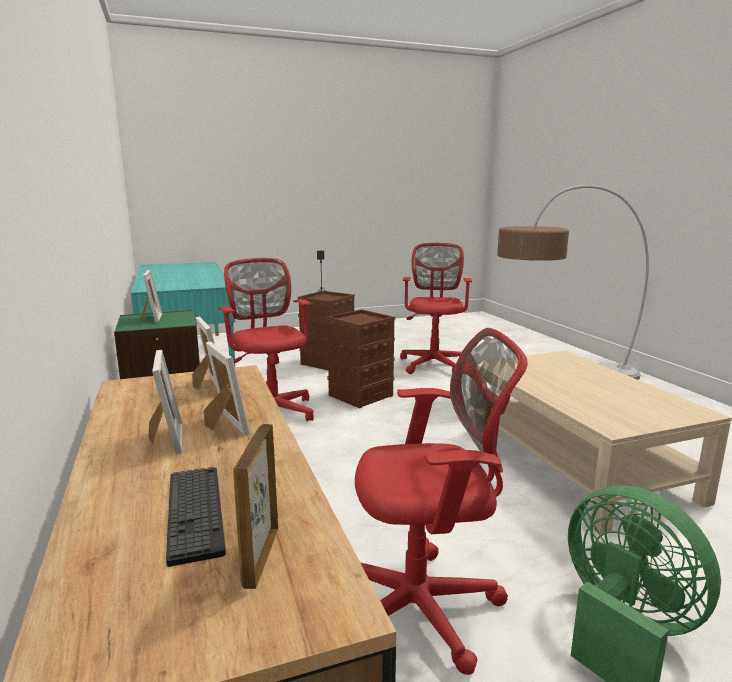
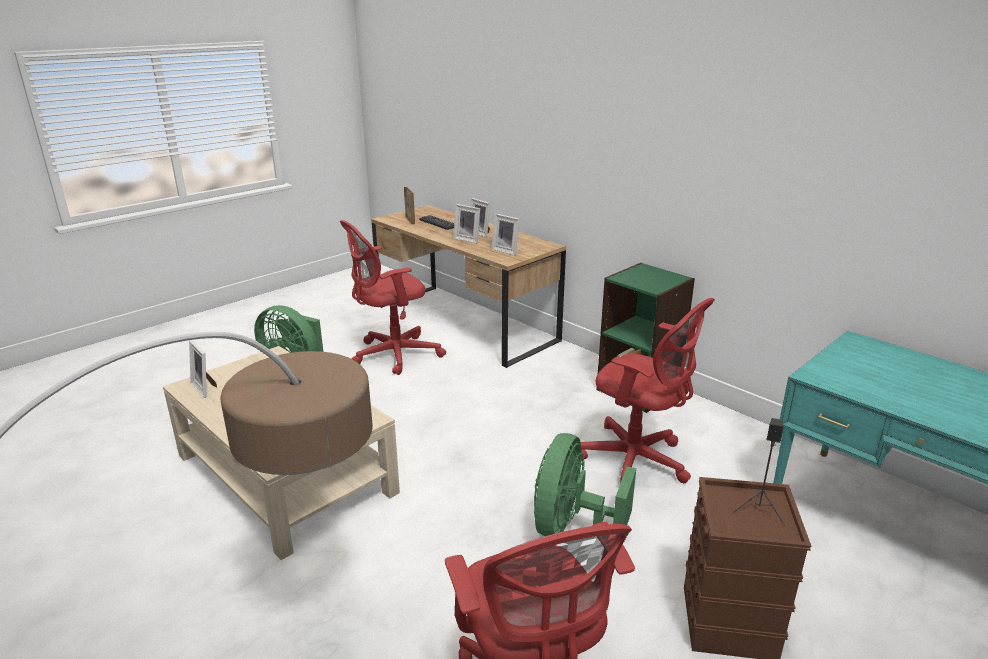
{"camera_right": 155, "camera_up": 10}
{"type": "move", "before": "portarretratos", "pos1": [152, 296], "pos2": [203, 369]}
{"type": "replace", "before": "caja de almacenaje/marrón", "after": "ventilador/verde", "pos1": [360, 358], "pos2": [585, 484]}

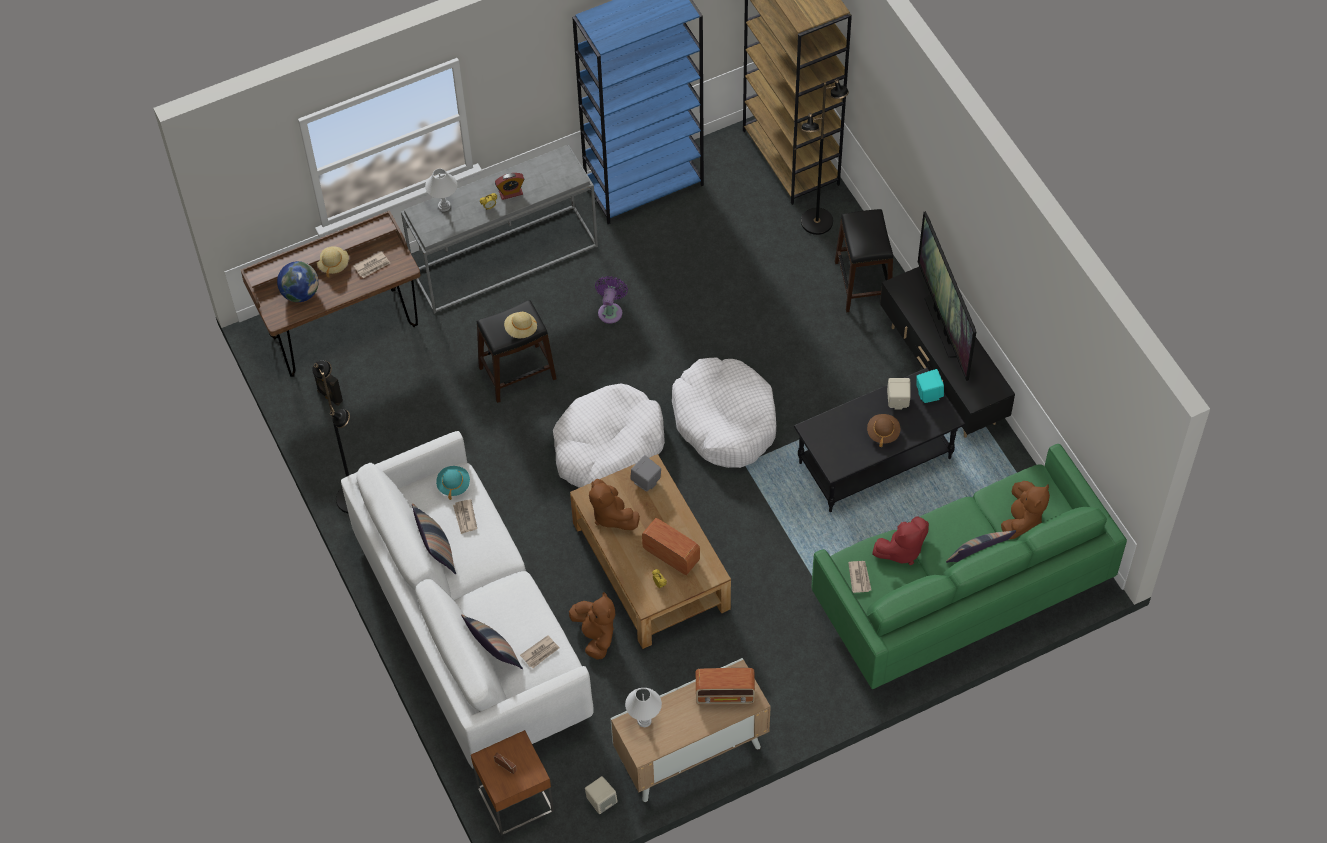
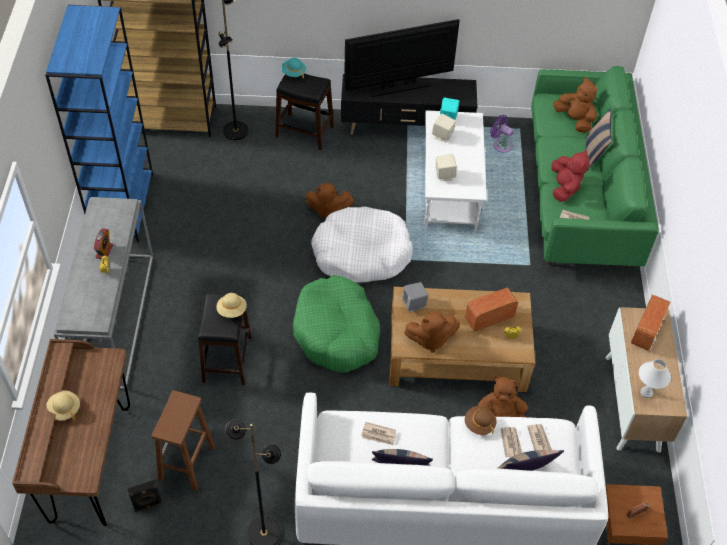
{"camera_right": -65, "camera_up": -5}
{"type": "insert", "after": "taburete/marrón", "pos2": [183, 440]}
{"type": "move", "before": "sombrero/turquesa", "pos1": [453, 483], "pos2": [293, 68]}
{"type": "recolor", "before": "cama para perro/blanco", "after": "cama para perro/verde", "pos1": [609, 436], "pos2": [337, 323]}
{"type": "insert", "after": "peluche/marrón", "pos2": [329, 201]}
{"type": "rotate", "before": "televisor", "pos1": [947, 296], "pos2": [402, 58], "turn": 150}
{"type": "recolor", "before": "mesa de centro/negro", "after": "mesa de centro/blanco", "pos1": [879, 439], "pos2": [455, 171]}
{"type": "move", "before": "altavoz/beis", "pos1": [601, 795], "pos2": [446, 167]}
{"type": "move", "before": "sombrero/marrón", "pos1": [883, 430], "pos2": [481, 420]}
{"type": "move", "before": "ventilador/morado", "pos1": [611, 300], "pos2": [502, 134]}
{"type": "move", "before": "periódico", "pos1": [371, 264], "pos2": [511, 442]}
{"type": "delete", "before": "globo terráqueo", "pos1": [298, 281]}
{"type": "delete", "before": "lámpara de mesa/blanco", "pos1": [441, 189]}

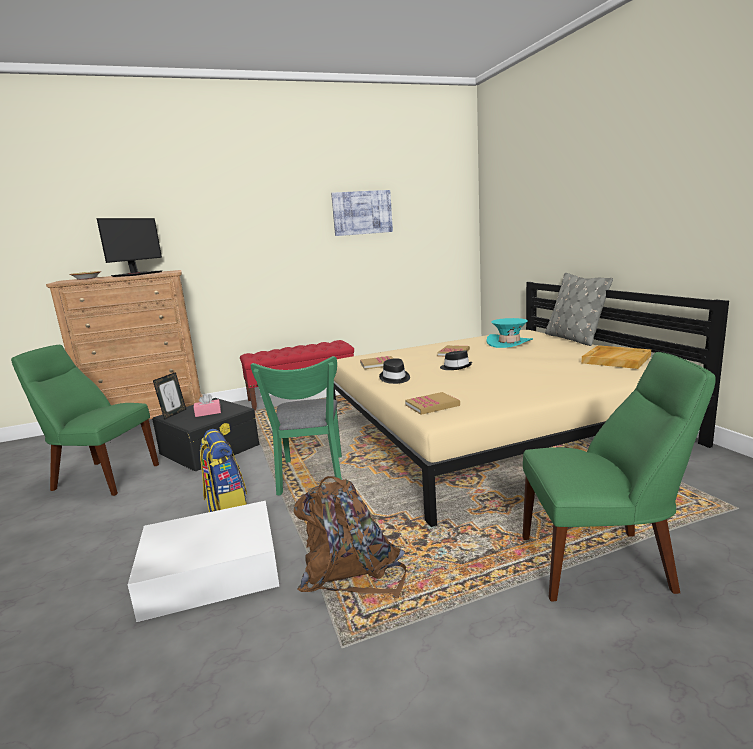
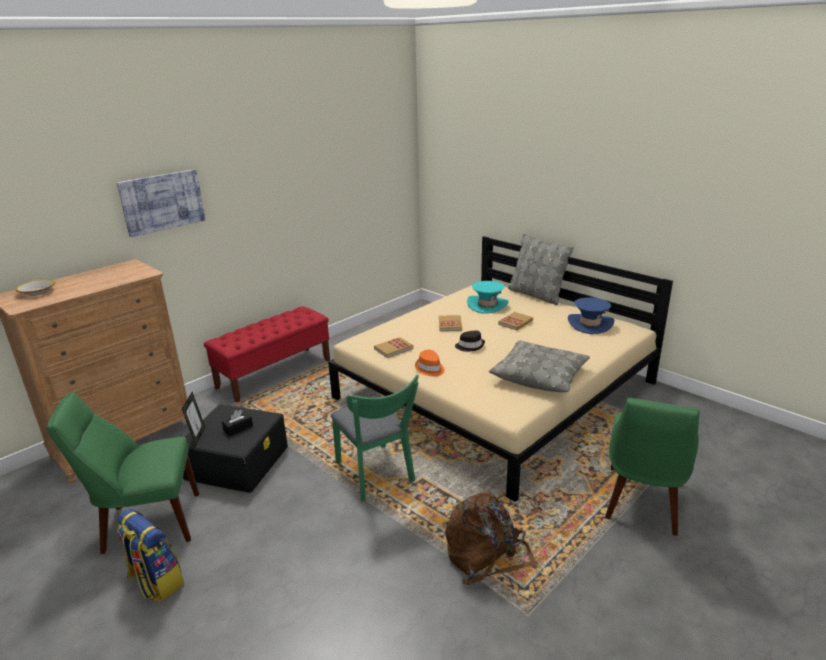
{"camera_right": -25, "camera_up": 10}
{"type": "move", "before": "cuadro", "pos1": [362, 213], "pos2": [161, 203]}
{"type": "move", "before": "mochila", "pos1": [223, 470], "pos2": [150, 555]}
{"type": "recolor", "before": "caja de pañuelos/rosa", "after": "caja de pañuelos/negro", "pos1": [207, 405], "pos2": [237, 423]}
{"type": "recolor", "before": "sombrero/negro", "after": "sombrero/naranja", "pos1": [394, 371], "pos2": [430, 363]}
{"type": "insert", "after": "cojín/gris", "pos2": [539, 366]}
{"type": "move", "before": "libro", "pos1": [432, 403], "pos2": [515, 321]}
{"type": "replace", "before": "bandeja/beis", "after": "sombrero/azul", "pos1": [616, 357], "pos2": [591, 315]}
{"type": "rotate", "before": "silla/verde", "pos1": [619, 476], "pos2": [652, 467], "turn": 135}
{"type": "delete", "before": "monitor", "pos1": [129, 247]}
{"type": "delete", "before": "caja de almacenaje/blanco", "pos1": [203, 561]}

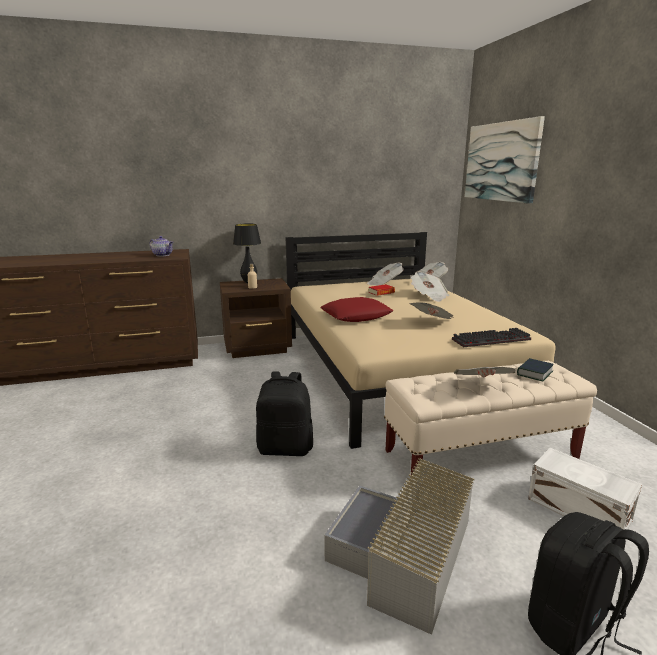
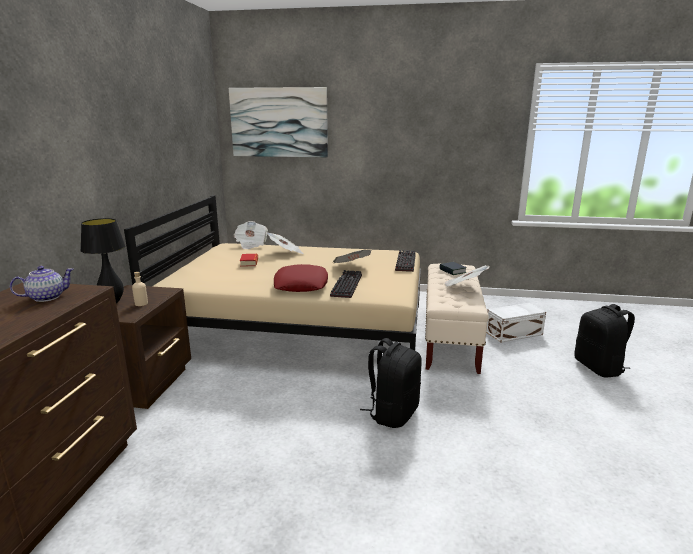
{"camera_right": -65, "camera_up": 0}
{"type": "insert", "after": "teclado", "pos2": [346, 284]}
{"type": "delete", "before": "caja de almacenaje/gris", "pos1": [400, 546]}
{"type": "delete", "before": "periódico", "pos1": [385, 274]}

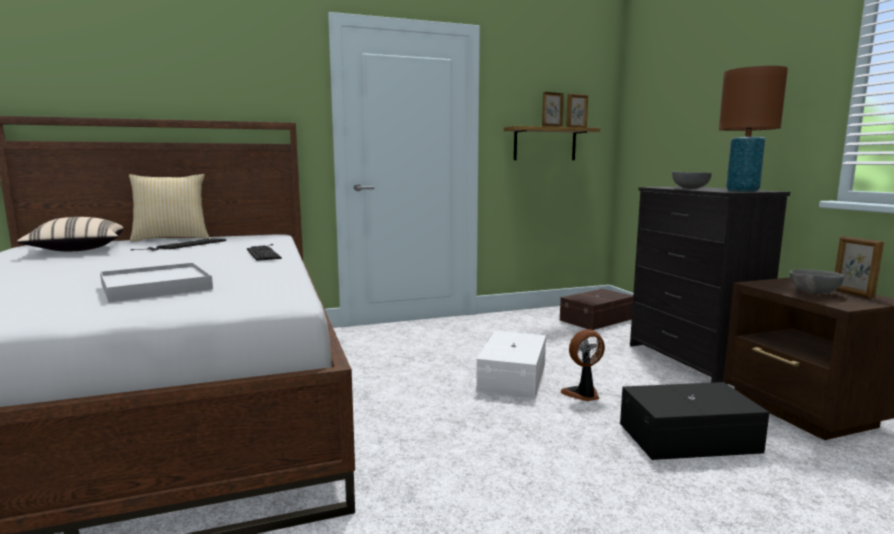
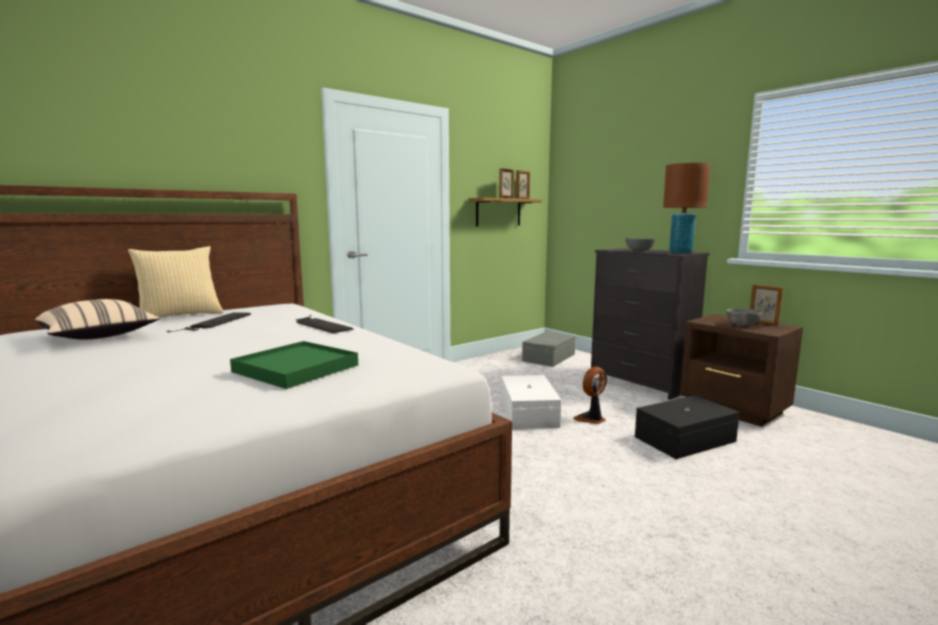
{"camera_right": -20, "camera_up": 0}
{"type": "recolor", "before": "bandeja/blanco", "after": "bandeja/verde", "pos1": [156, 282], "pos2": [294, 365]}
{"type": "recolor", "before": "caja de almacenaje/marrón", "after": "caja de almacenaje/gris", "pos1": [596, 309], "pos2": [549, 349]}

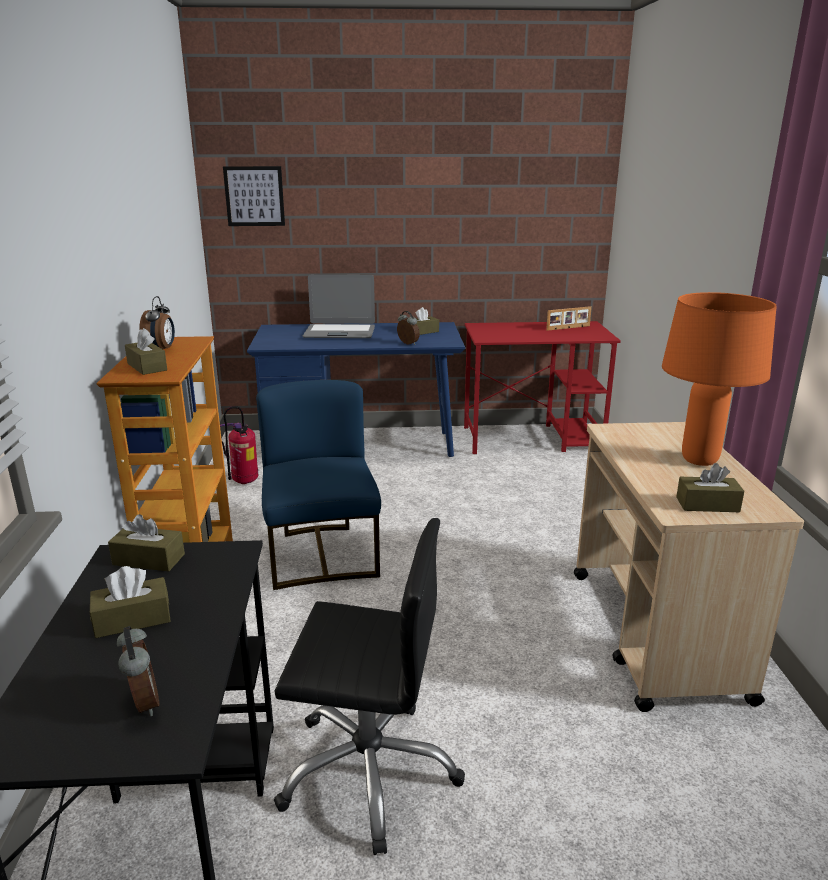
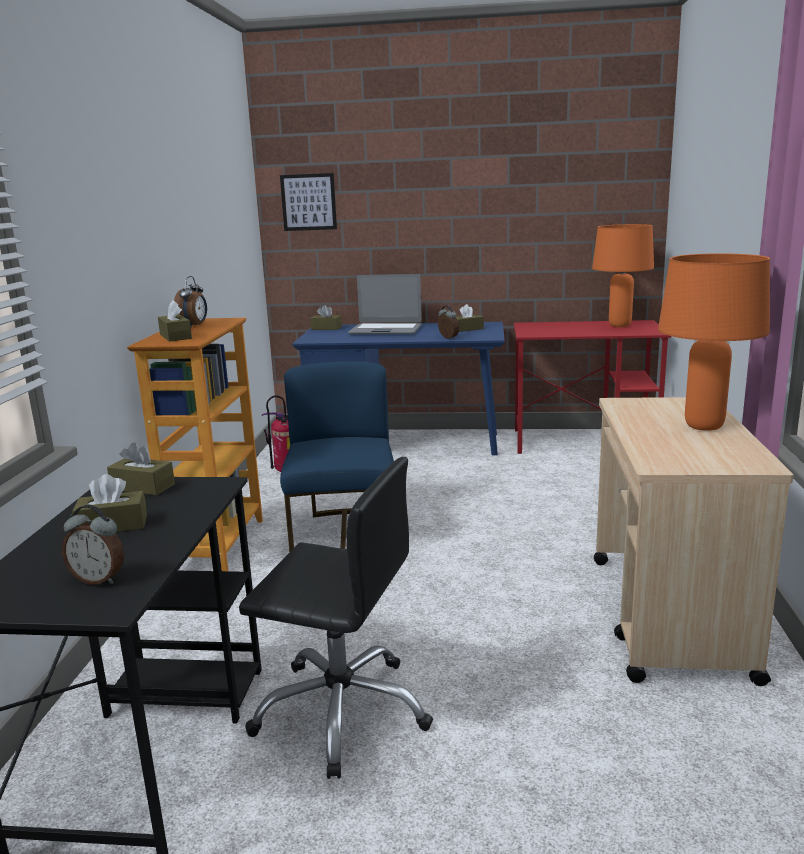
{"camera_right": 10, "camera_up": -5}
{"type": "rotate", "before": "despertador", "pos1": [138, 671], "pos2": [93, 545], "turn": 120}
{"type": "move", "before": "caja de pañuelos/marrón", "pos1": [710, 487], "pos2": [326, 317]}
{"type": "replace", "before": "portarretratos", "after": "lámpara de mesa/naranja", "pos1": [569, 318], "pos2": [623, 275]}

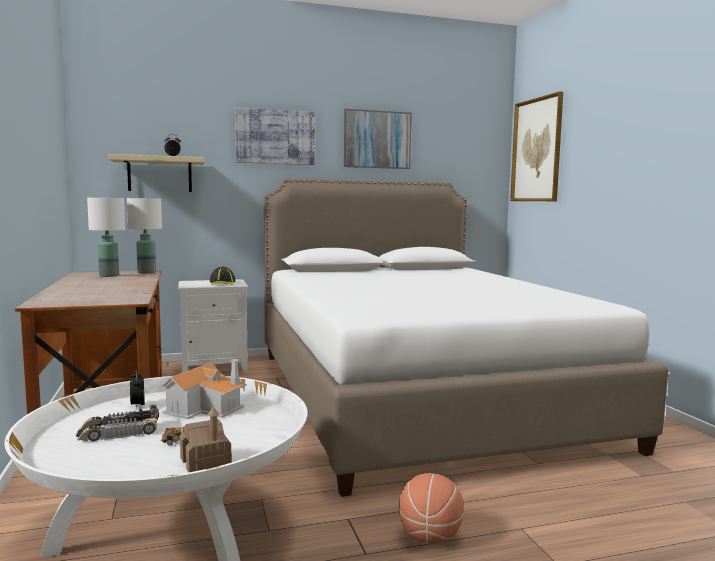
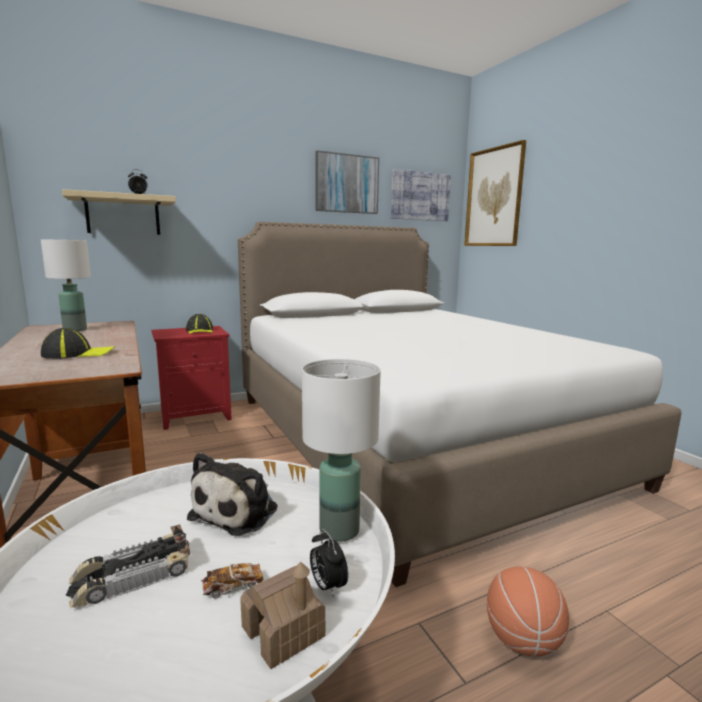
{"camera_right": -10, "camera_up": 5}
{"type": "insert", "after": "gorra", "pos2": [78, 343]}
{"type": "recolor", "before": "mesita de noche/blanco", "after": "mesita de noche/rojo", "pos1": [213, 326], "pos2": [191, 378]}
{"type": "replace", "before": "casita", "after": "peluche", "pos1": [202, 389], "pos2": [232, 494]}
{"type": "move", "before": "lámpara de mesa/blanco", "pos1": [144, 235], "pos2": [341, 450]}
{"type": "move", "before": "despertador", "pos1": [137, 389], "pos2": [329, 563]}
{"type": "move", "before": "cuadro", "pos1": [275, 136], "pos2": [421, 195]}

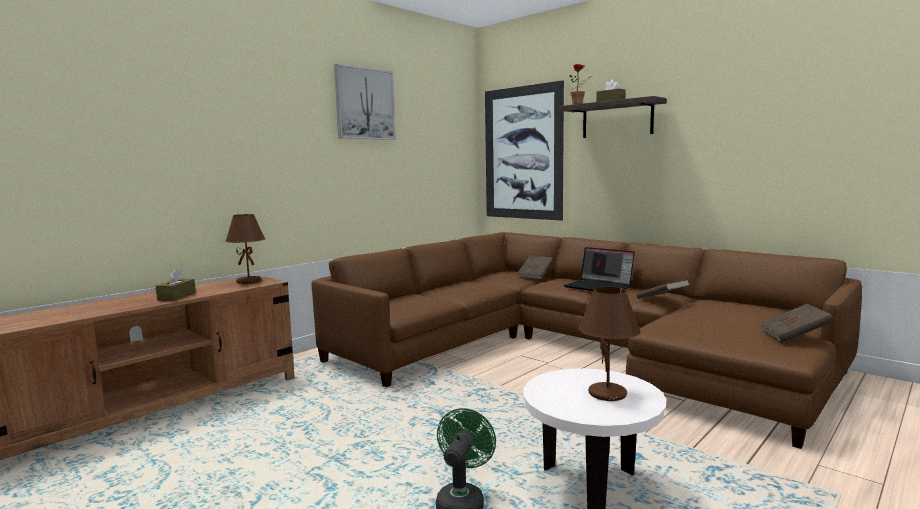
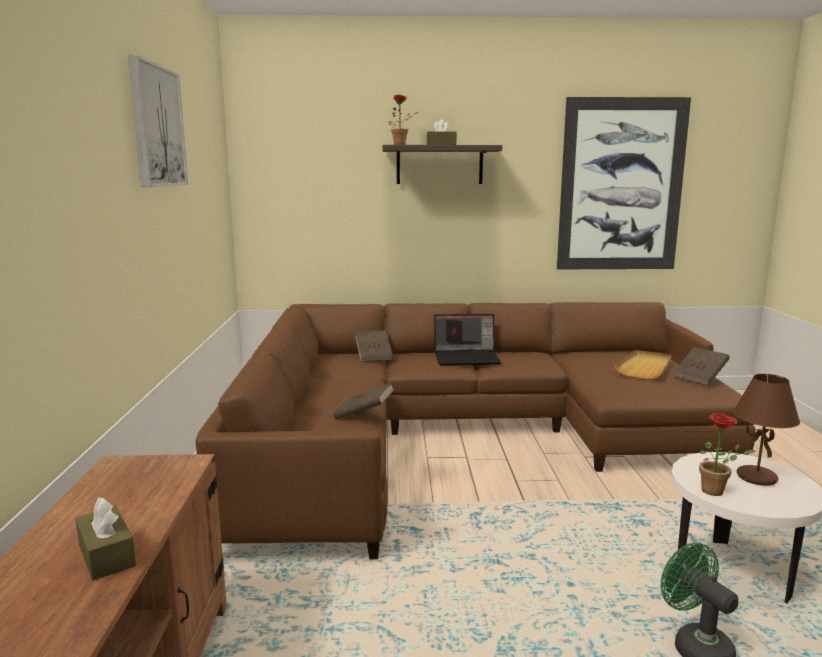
{"camera_right": -45, "camera_up": 5}
{"type": "move", "before": "libro/marrón", "pos1": [663, 289], "pos2": [363, 401]}
{"type": "move", "before": "cuadro", "pos1": [524, 150], "pos2": [624, 183]}
{"type": "insert", "after": "bandeja/beis", "pos2": [643, 364]}
{"type": "insert", "after": "planta en maceta", "pos2": [727, 454]}
{"type": "delete", "before": "lámpara de mesa/marrón", "pos1": [245, 249]}

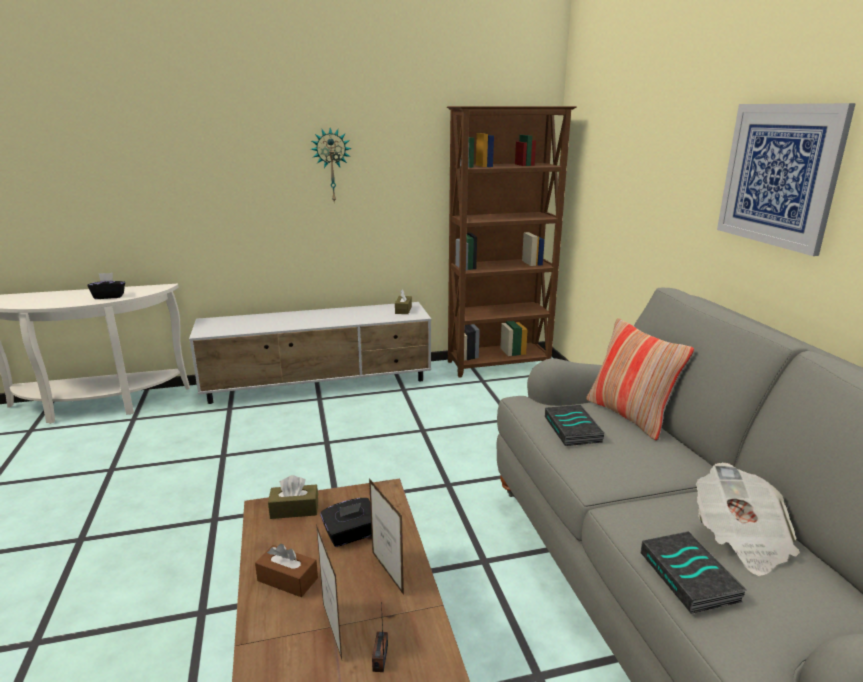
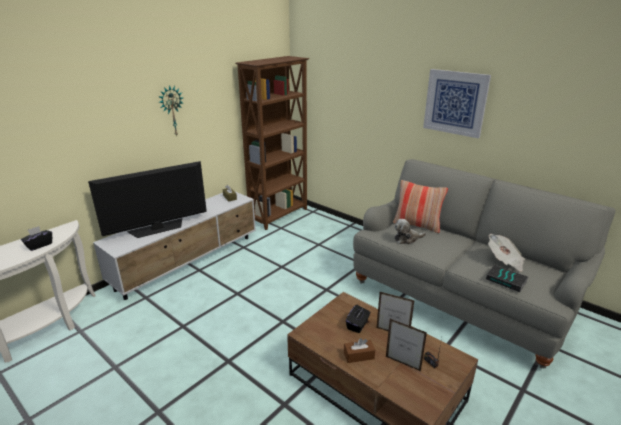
{"camera_right": -35, "camera_up": 5}
{"type": "insert", "after": "televisor", "pos2": [147, 199]}
{"type": "replace", "before": "libro", "after": "peluche", "pos1": [574, 425], "pos2": [410, 231]}
{"type": "delete", "before": "caja de pañuelos/marrón", "pos1": [293, 497]}

